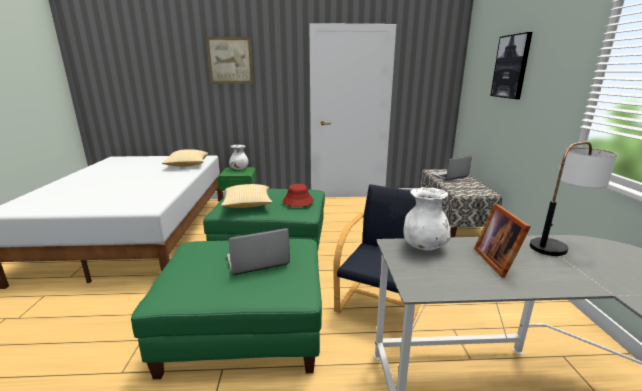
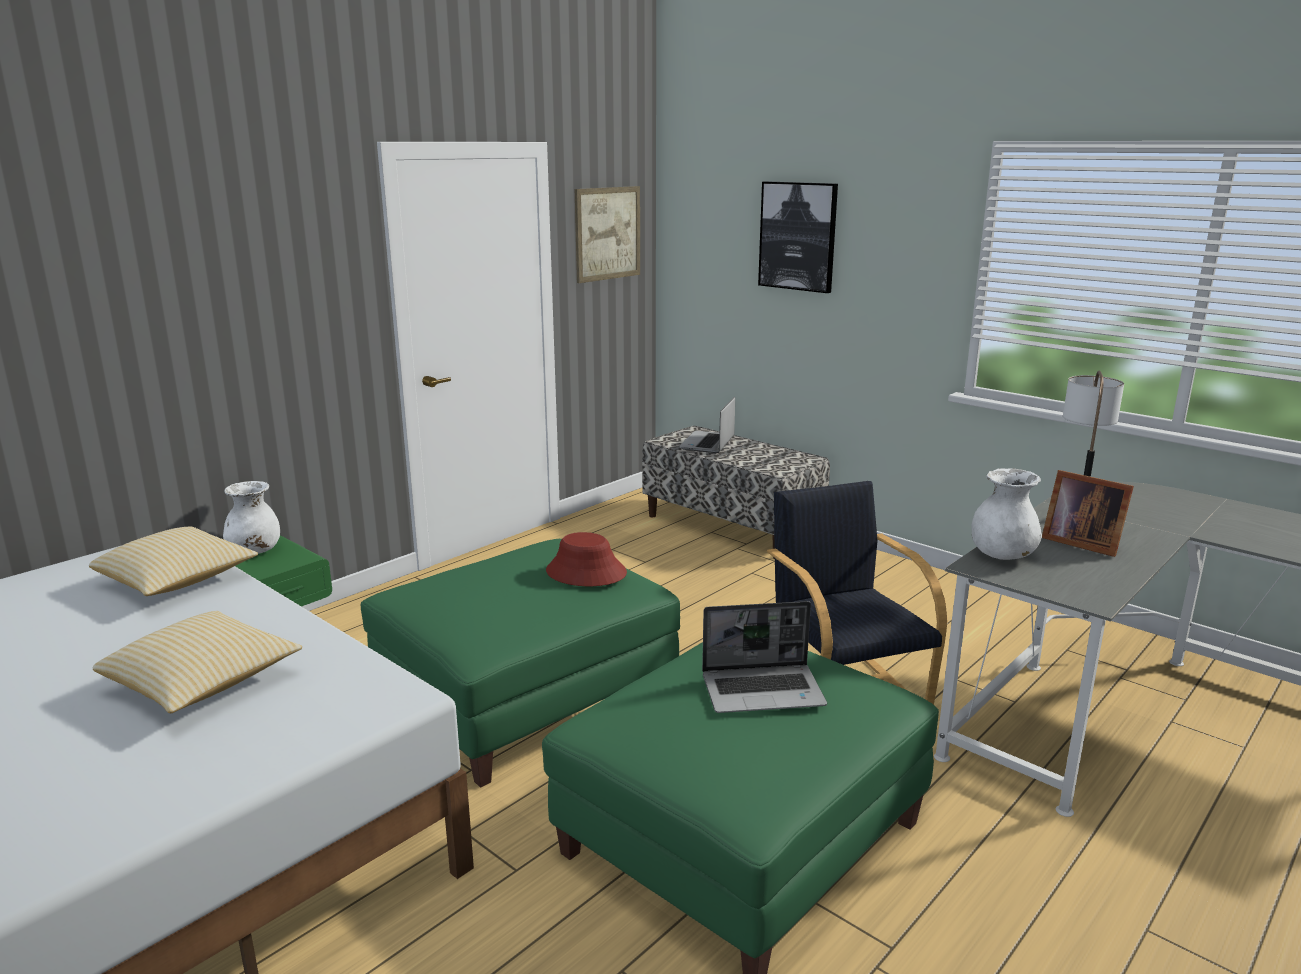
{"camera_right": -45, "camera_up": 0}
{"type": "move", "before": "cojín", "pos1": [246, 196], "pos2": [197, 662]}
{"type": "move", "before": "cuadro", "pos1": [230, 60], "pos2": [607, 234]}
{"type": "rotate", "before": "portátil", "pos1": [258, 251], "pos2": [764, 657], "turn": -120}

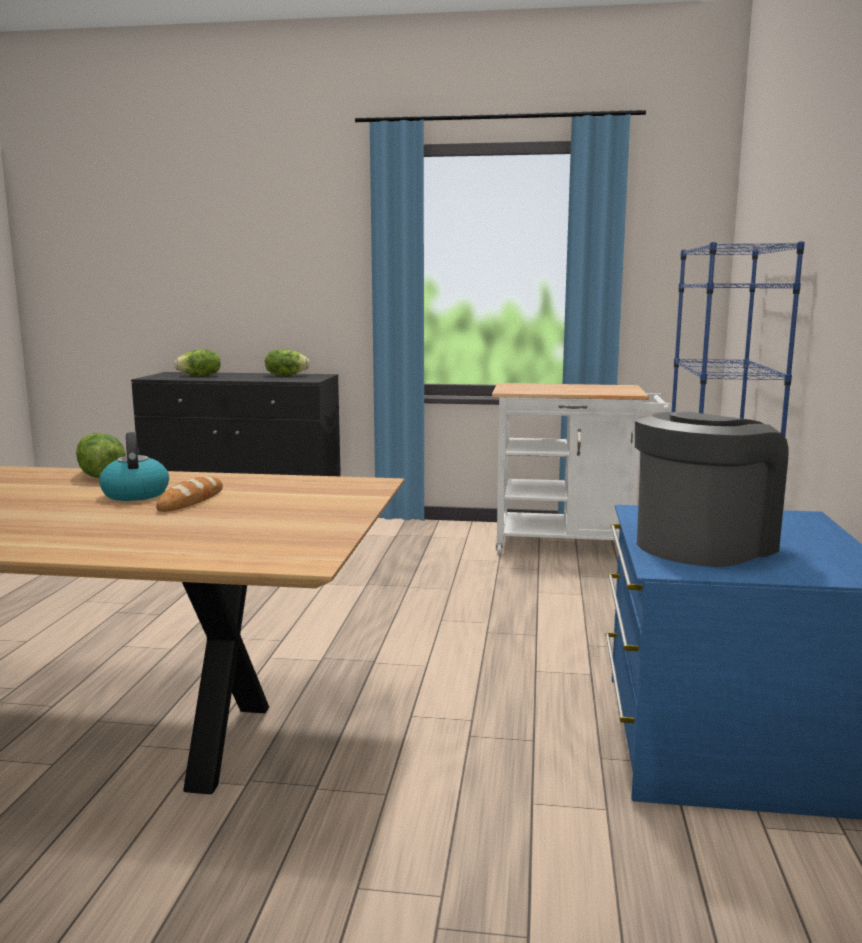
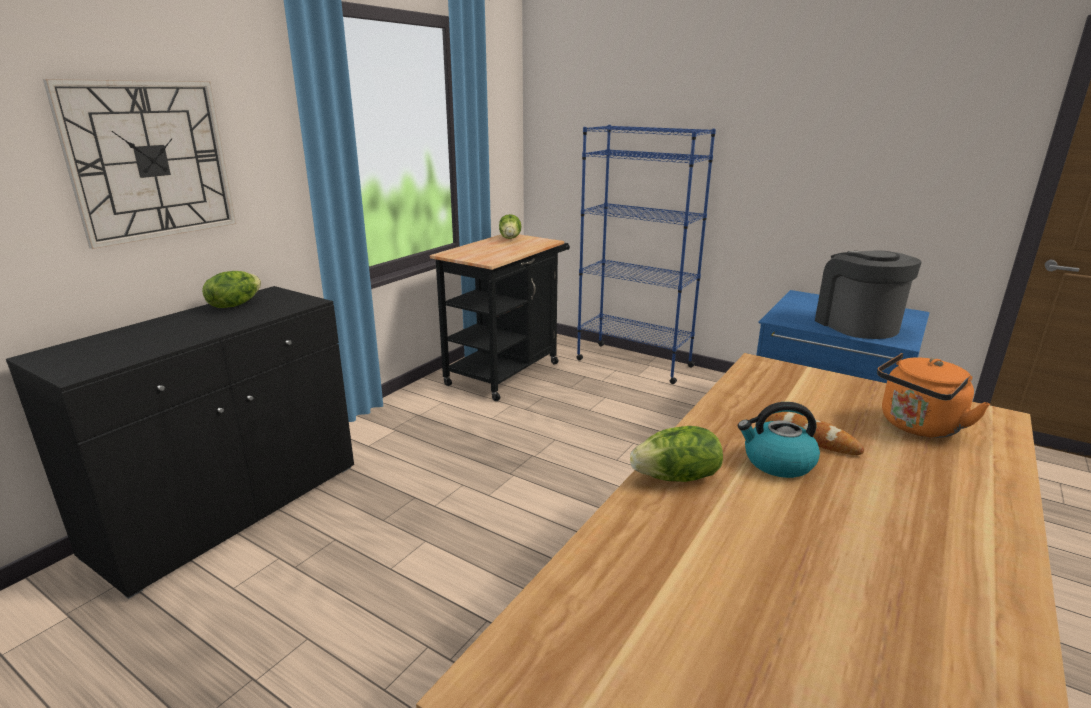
{"camera_right": -65, "camera_up": 10}
{"type": "insert", "after": "reloj de pared", "pos2": [139, 164]}
{"type": "recolor", "before": "carrito/blanco", "after": "carrito/negro", "pos1": [582, 468], "pos2": [500, 318]}
{"type": "move", "before": "lechuga", "pos1": [197, 362], "pos2": [510, 226]}
{"type": "insert", "after": "hervidor/naranja", "pos2": [933, 395]}

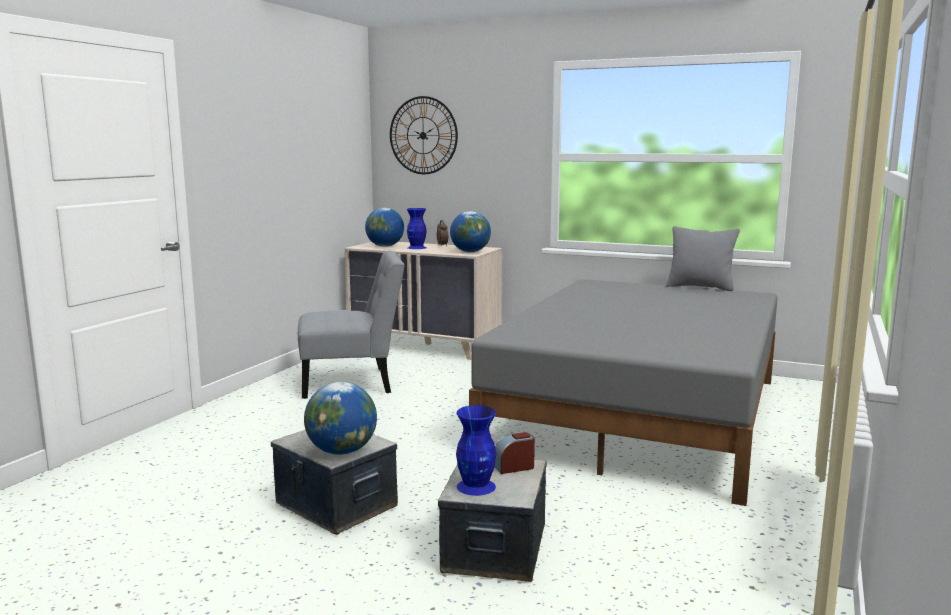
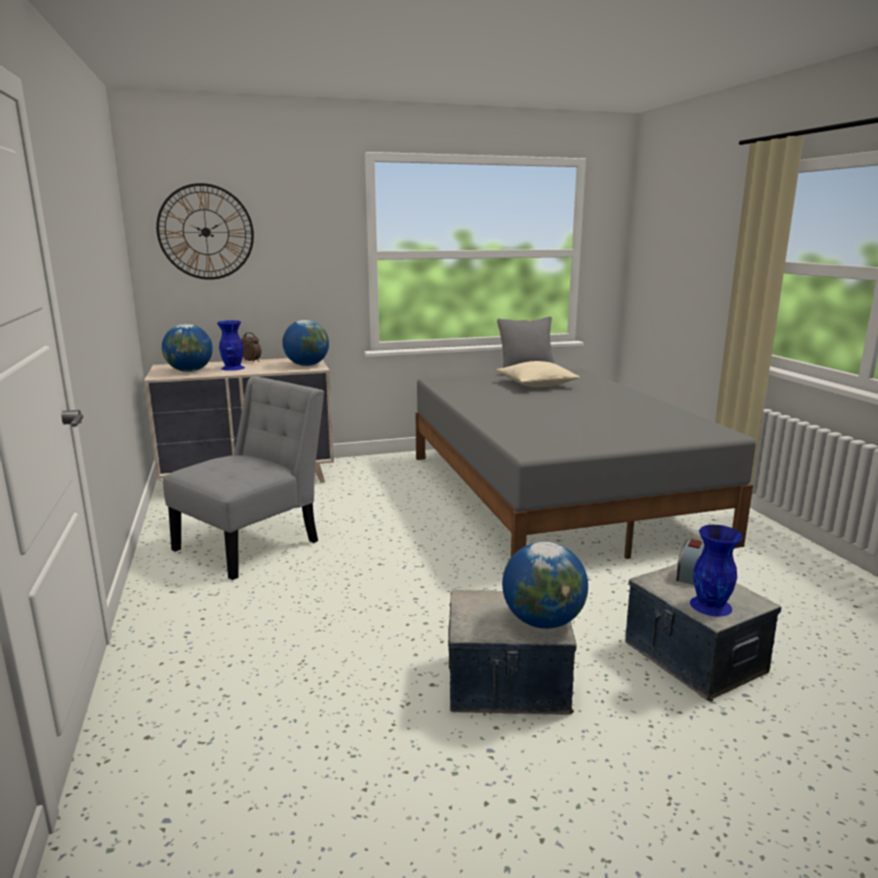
{"camera_right": -40, "camera_up": 5}
{"type": "insert", "after": "cojín/beis", "pos2": [538, 374]}

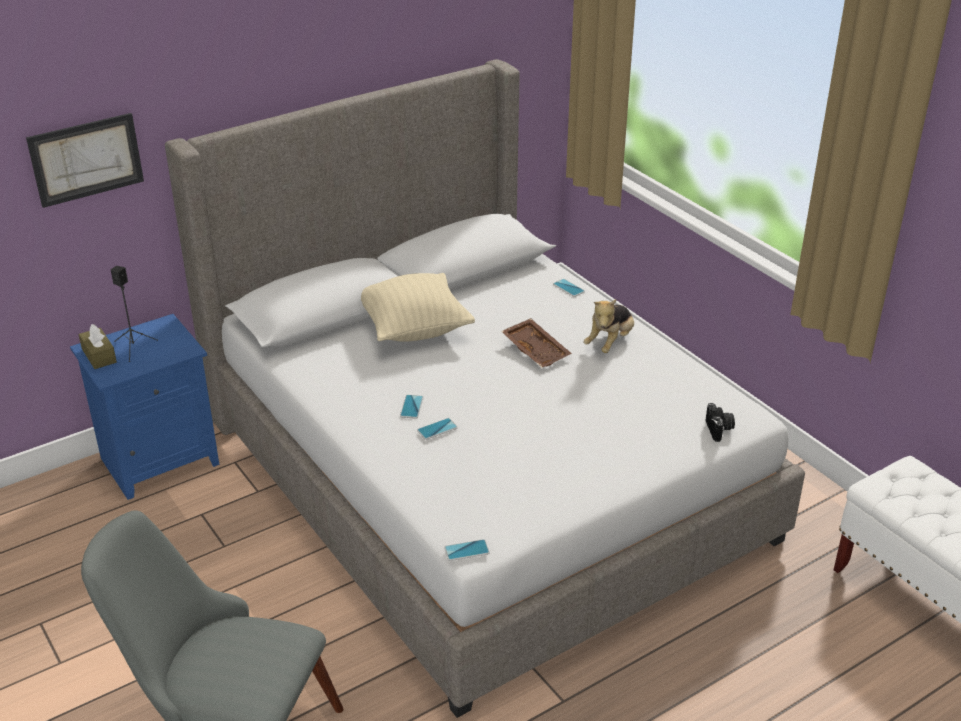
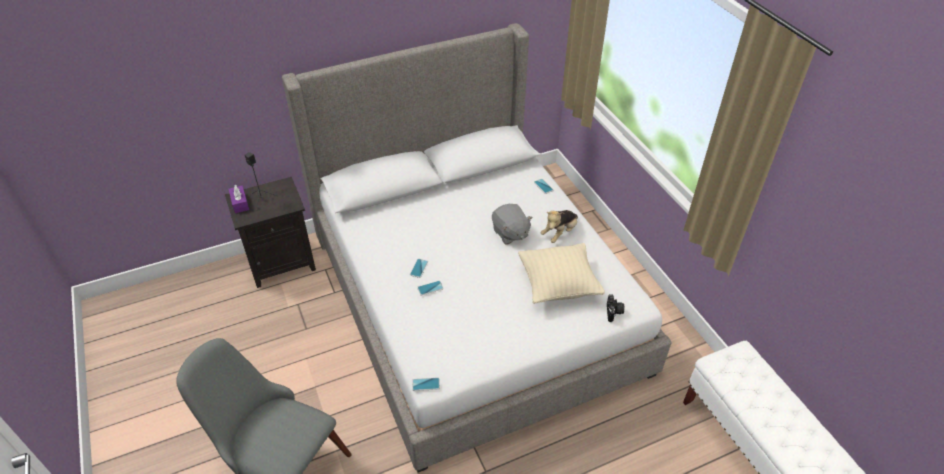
{"camera_right": 10, "camera_up": 10}
{"type": "recolor", "before": "mesita de noche/azul", "after": "mesita de noche/negro", "pos1": [144, 407], "pos2": [270, 232]}
{"type": "recolor", "before": "caja de pañuelos/marrón", "after": "caja de pañuelos/morado", "pos1": [98, 346], "pos2": [238, 199]}
{"type": "replace", "before": "bandeja/marrón", "after": "peluche/gris", "pos1": [536, 343], "pos2": [512, 224]}
{"type": "move", "before": "cojín/beis", "pos1": [418, 307], "pos2": [561, 273]}
{"type": "delete", "before": "cuadro", "pos1": [85, 160]}

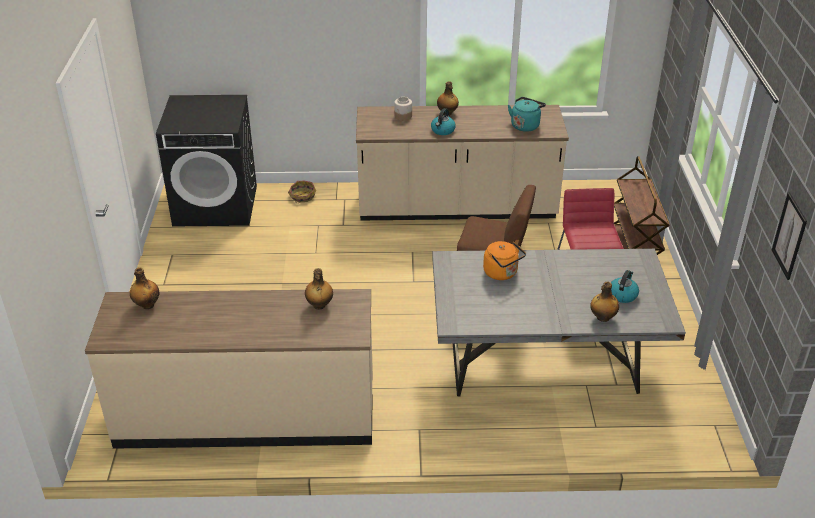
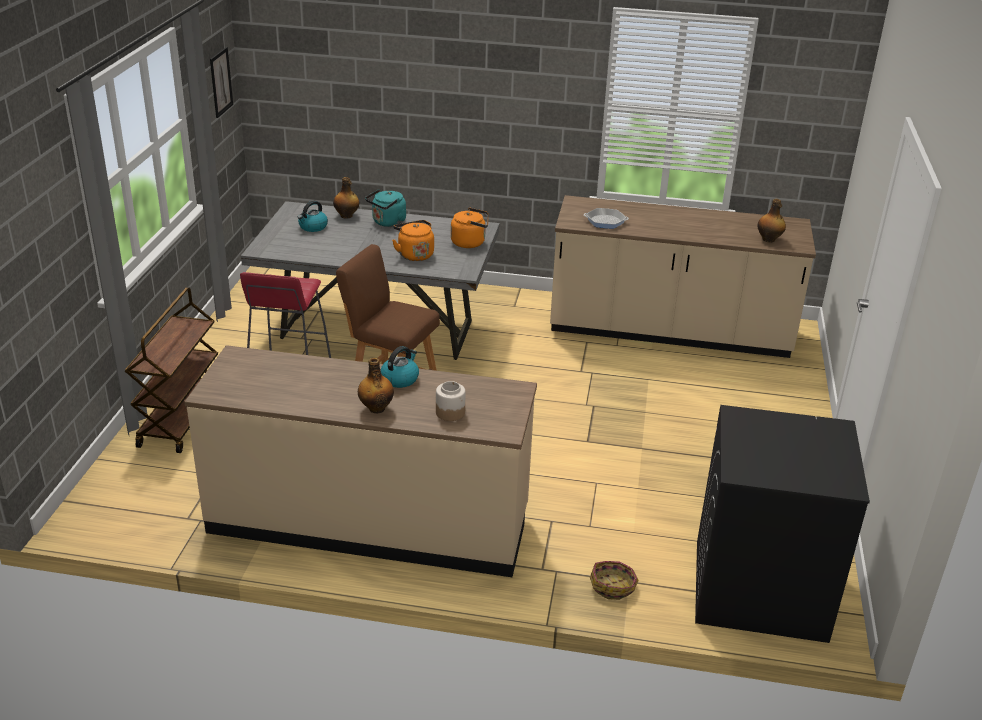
{"camera_right": -170, "camera_up": -5}
{"type": "move", "before": "hervidor/turquesa", "pos1": [527, 114], "pos2": [385, 208]}
{"type": "insert", "after": "hervidor/naranja", "pos2": [469, 228]}
{"type": "replace", "before": "botella", "after": "sartén", "pos1": [319, 289], "pos2": [606, 218]}

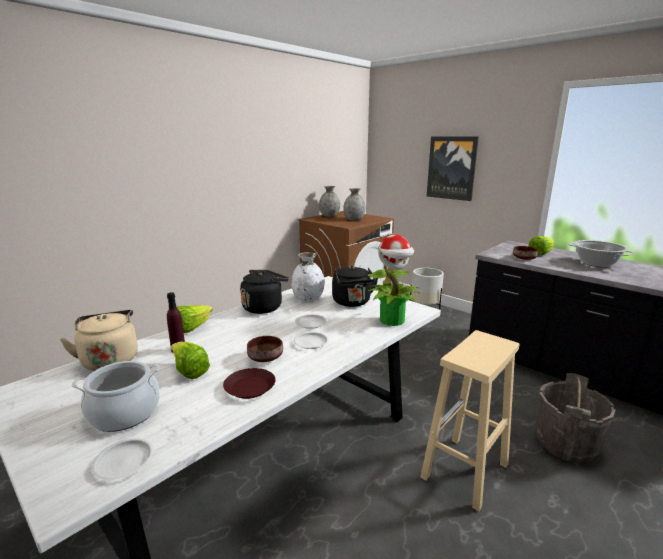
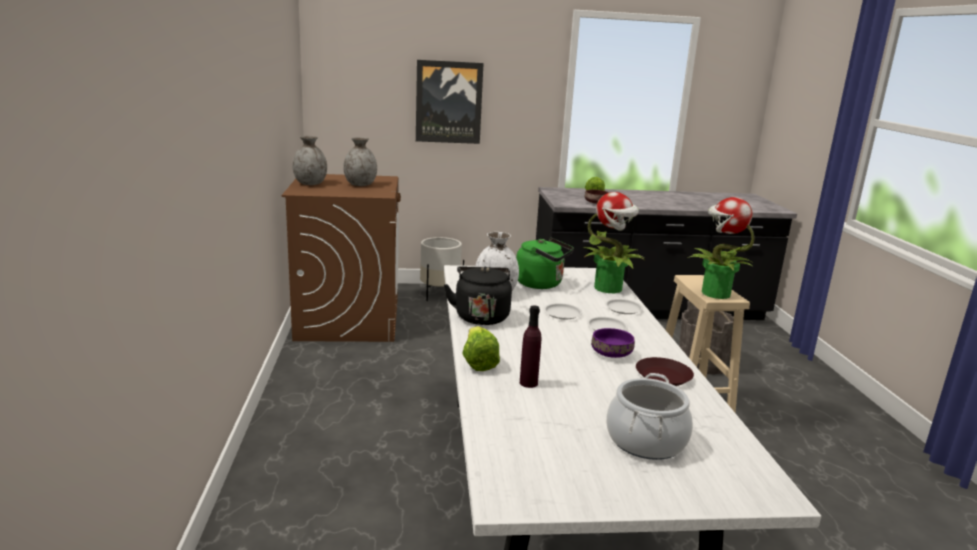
{"camera_right": -50, "camera_up": 0}
{"type": "recolor", "before": "hervidor/negro", "after": "hervidor/verde", "pos1": [355, 286], "pos2": [545, 263]}
{"type": "recolor", "before": "cuenco/marrón", "after": "cuenco/morado", "pos1": [265, 349], "pos2": [613, 343]}
{"type": "move", "before": "plato/blanco", "pos1": [123, 459], "pos2": [624, 306]}
{"type": "insert", "after": "planta en maceta", "pos2": [721, 248]}
{"type": "delete", "before": "hervidor/beis", "pos1": [99, 340]}
{"type": "delete", "before": "lechuga", "pos1": [190, 360]}
{"type": "delete", "before": "olla", "pos1": [601, 253]}

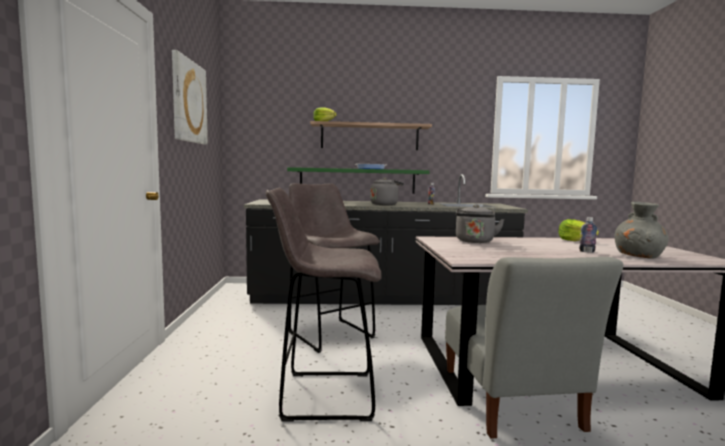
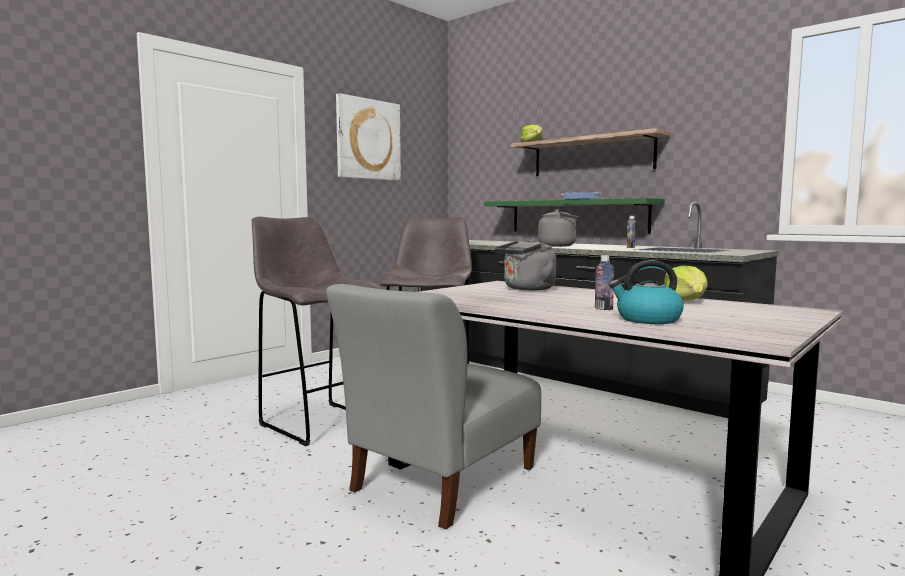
{"camera_right": 45, "camera_up": 0}
{"type": "replace", "before": "florero/gris", "after": "hervidor", "pos1": [642, 230], "pos2": [646, 292]}

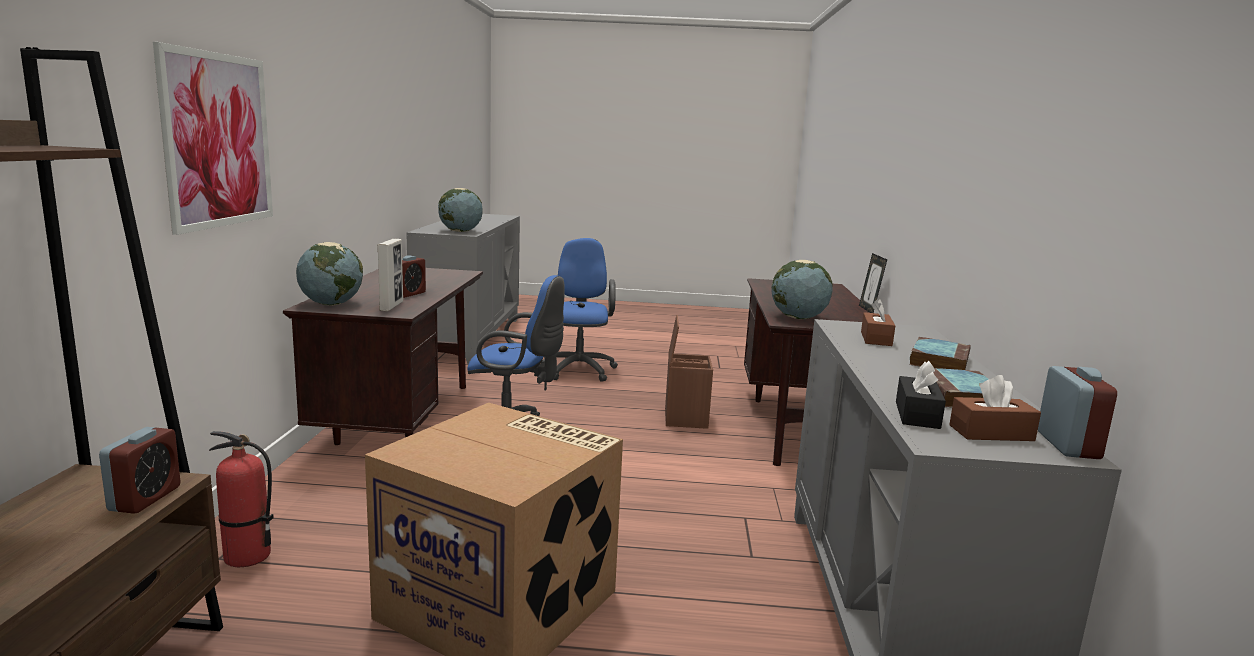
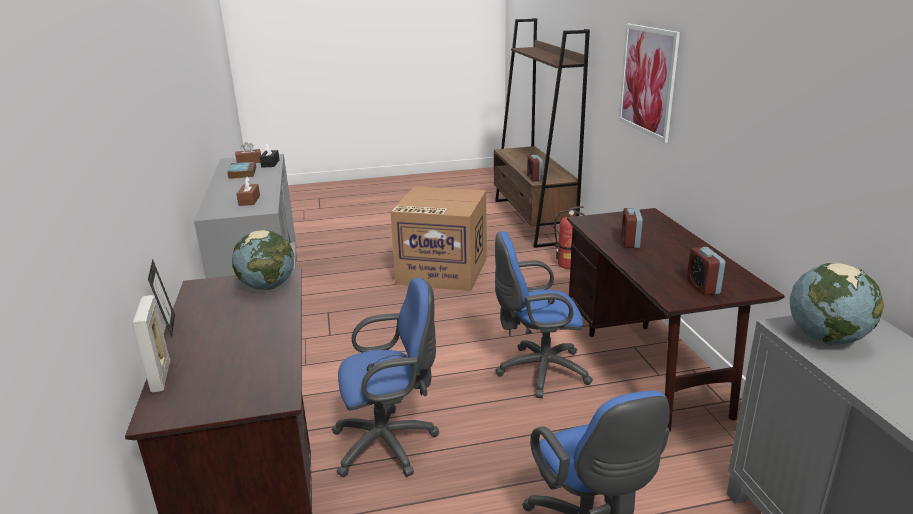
{"camera_right": 165, "camera_up": 10}
{"type": "move", "before": "portarretratos", "pos1": [390, 275], "pos2": [151, 343]}
{"type": "replace", "before": "caja de almacenaje/marrón", "after": "silla de oficina/azul", "pos1": [689, 372], "pos2": [385, 377]}
{"type": "move", "before": "despertador", "pos1": [1077, 412], "pos2": [706, 271]}
{"type": "delete", "before": "globo terráqueo", "pos1": [329, 274]}
{"type": "delete", "before": "libro", "pos1": [940, 353]}

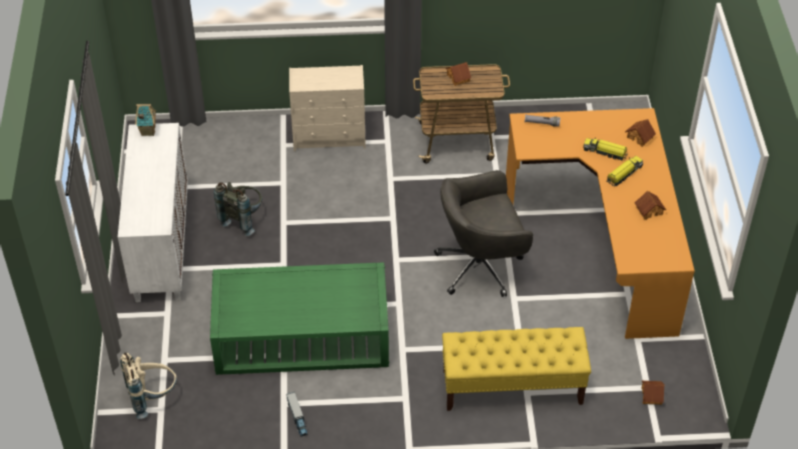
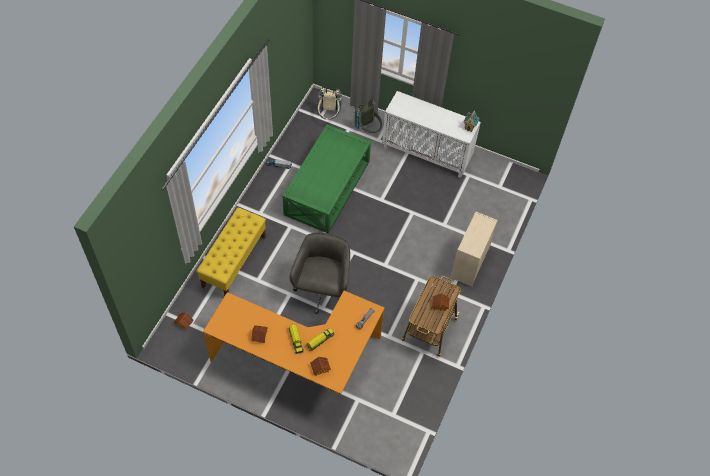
{"camera_right": 115, "camera_up": 10}
{"type": "move", "before": "mochila/gris", "pos1": [238, 209], "pos2": [367, 116]}

